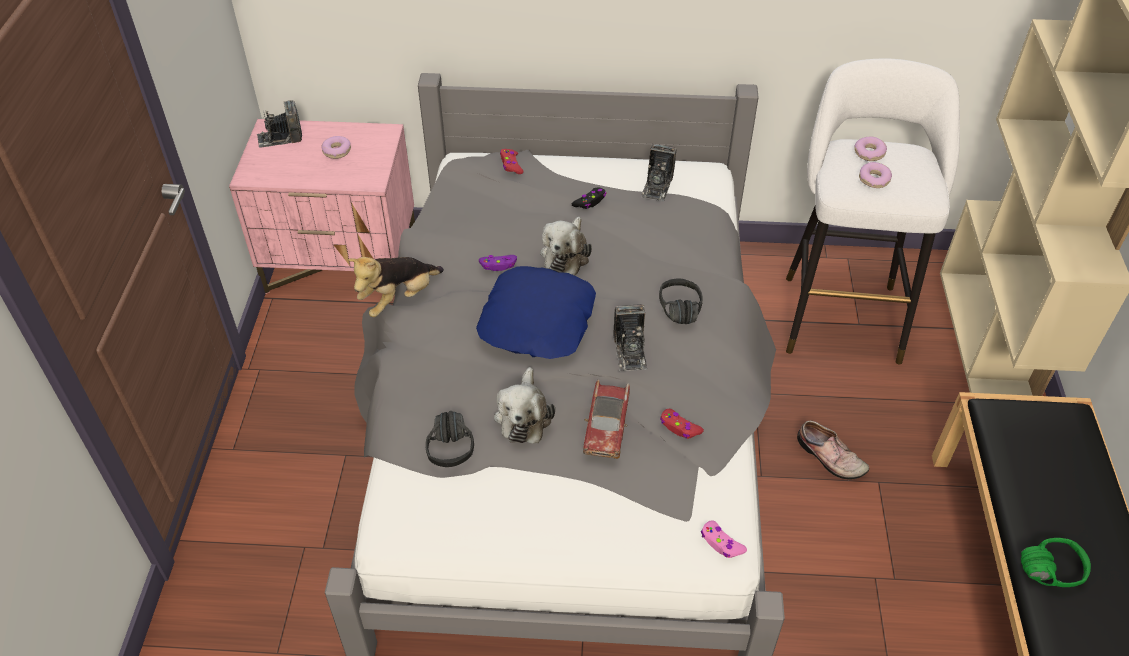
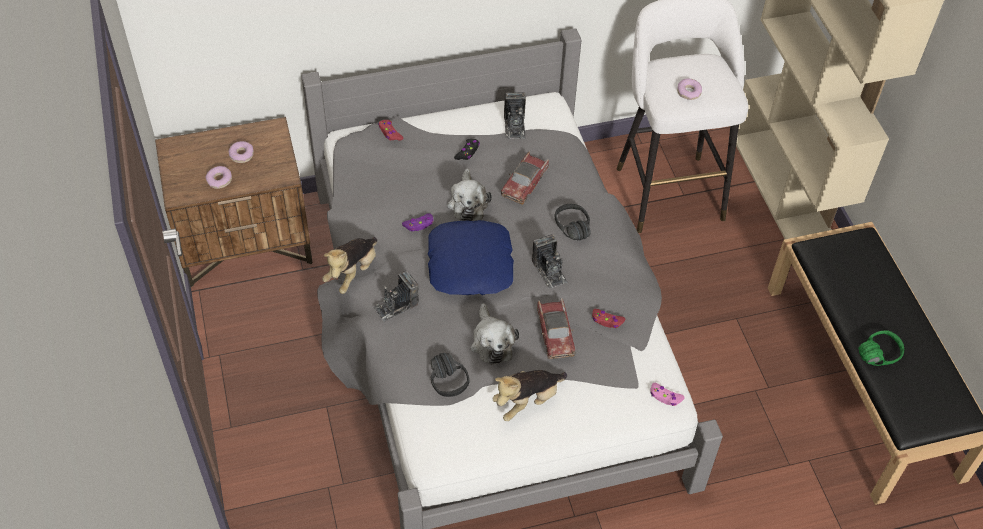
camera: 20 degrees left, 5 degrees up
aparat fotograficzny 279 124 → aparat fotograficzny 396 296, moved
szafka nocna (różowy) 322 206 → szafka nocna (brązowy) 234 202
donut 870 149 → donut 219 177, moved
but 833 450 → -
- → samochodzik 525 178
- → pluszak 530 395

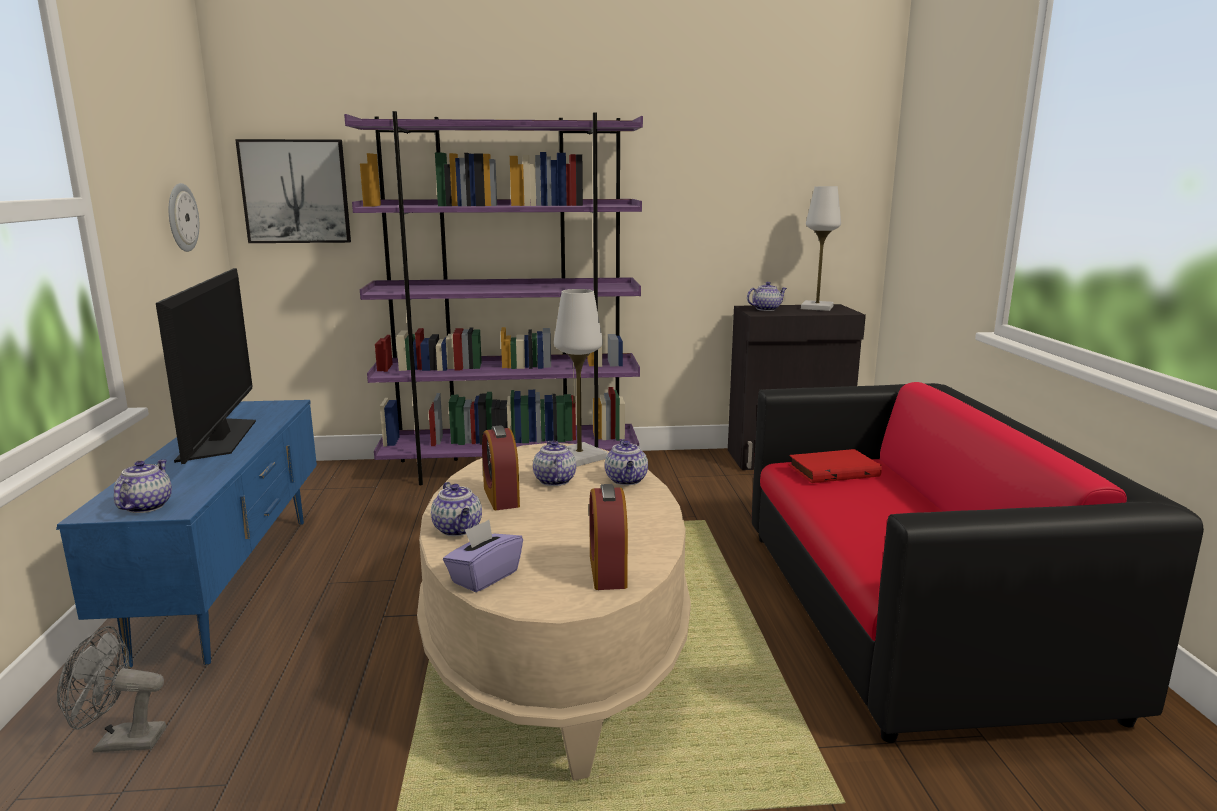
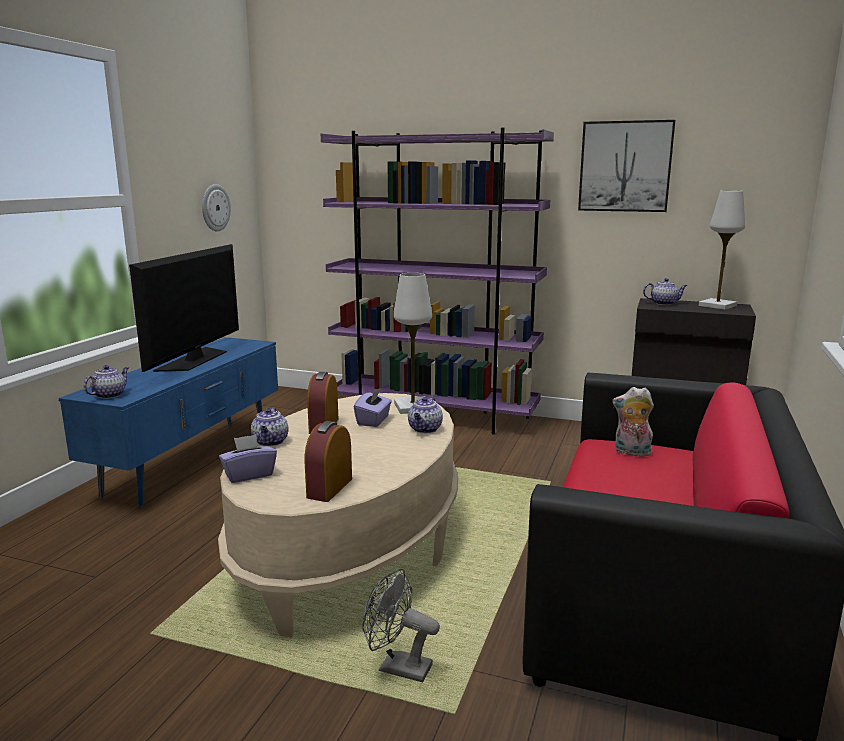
camera: 25 degrees right, 0 degrees up
obraz 293 191 → obraz 626 166, moved
imbryk 554 463 → pudełko chusteczek (fioletowy) 373 407
książka (czerwony) 835 466 → pluszak 633 422
wentylator (szary) 111 689 → wentylator (szary) 401 625, moved

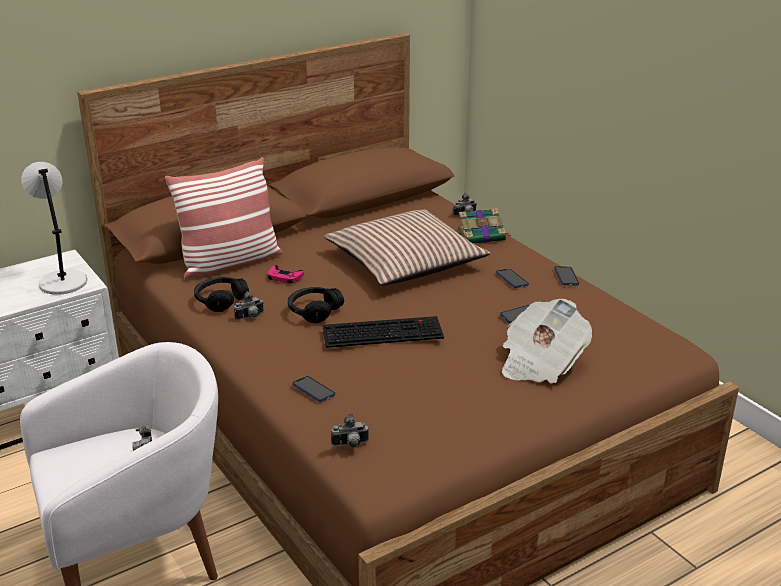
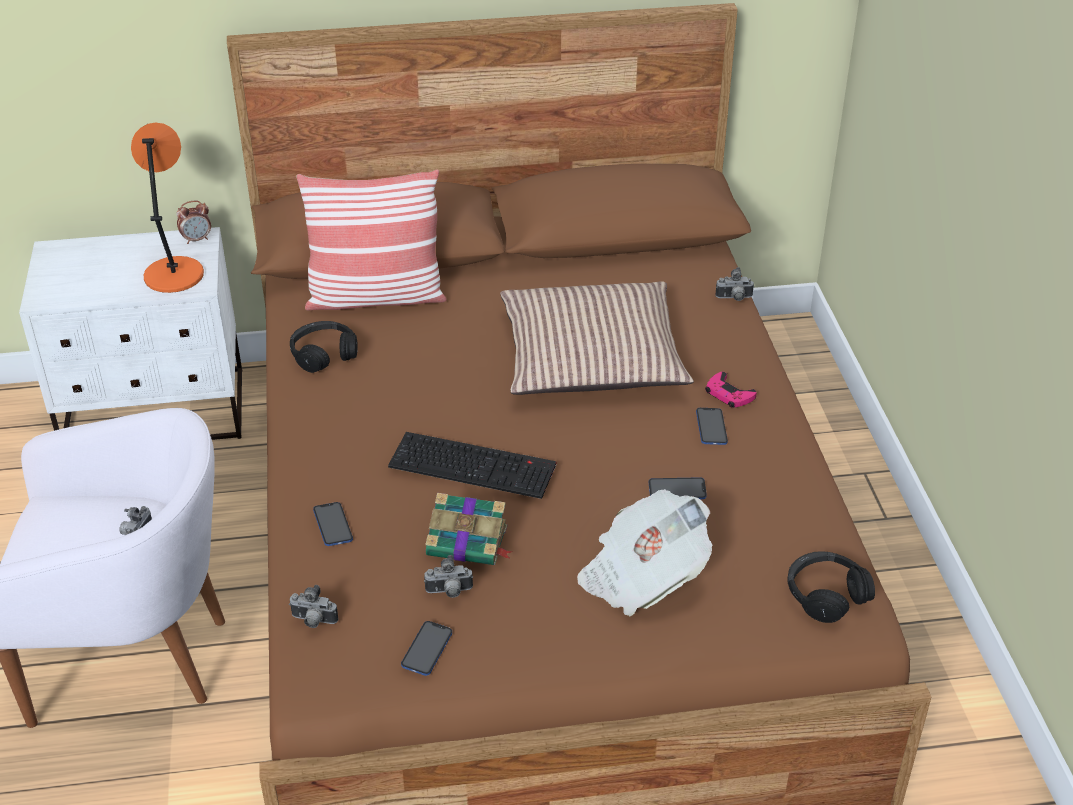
camera: 25 degrees right, 10 degrees up
lampa stołowa (szary) 54 228 → lampa stołowa (pomarańczowy) 167 207
książka 484 226 → książka 468 529, moved
pad do gier (różowy) 286 274 → pad do gier (różowy) 731 389, moved
telefon 566 276 → telefon 426 648, moved
słuchawki (czarny) 316 305 → słuchawki (czarny) 831 587, moved
aparat fotograficzny 249 305 → aparat fotograficzny 448 576, moved
- → budzik 193 222

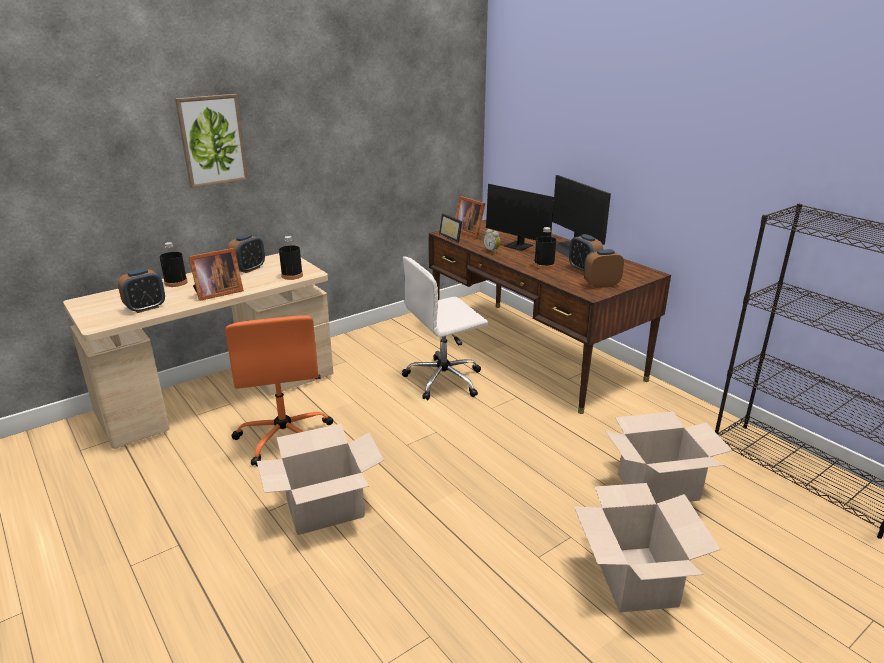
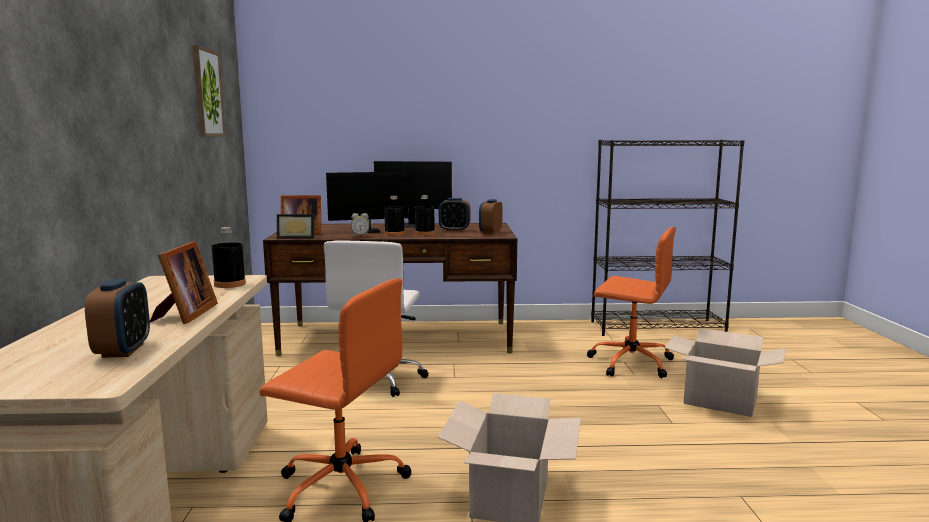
camera: 55 degrees left, 15 degrees down
obraz 212 141 → obraz 209 91, moved
budzik 246 253 → -
butelka (czarny) 174 264 → butelka (czarny) 394 216, moved
karton 668 458 → krzesło biurowe (pomarańczowy) 631 302

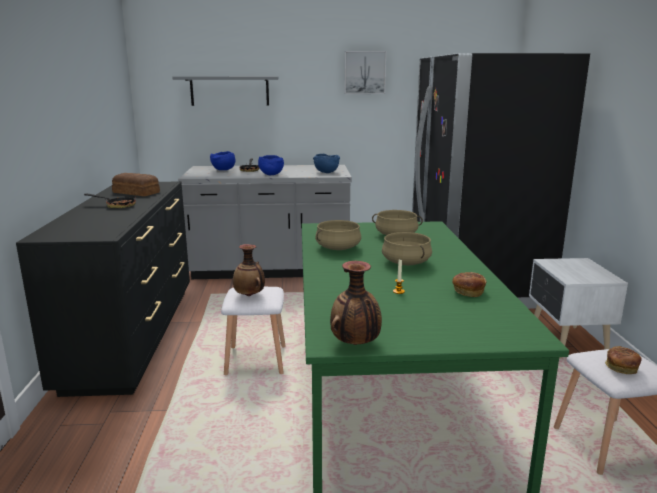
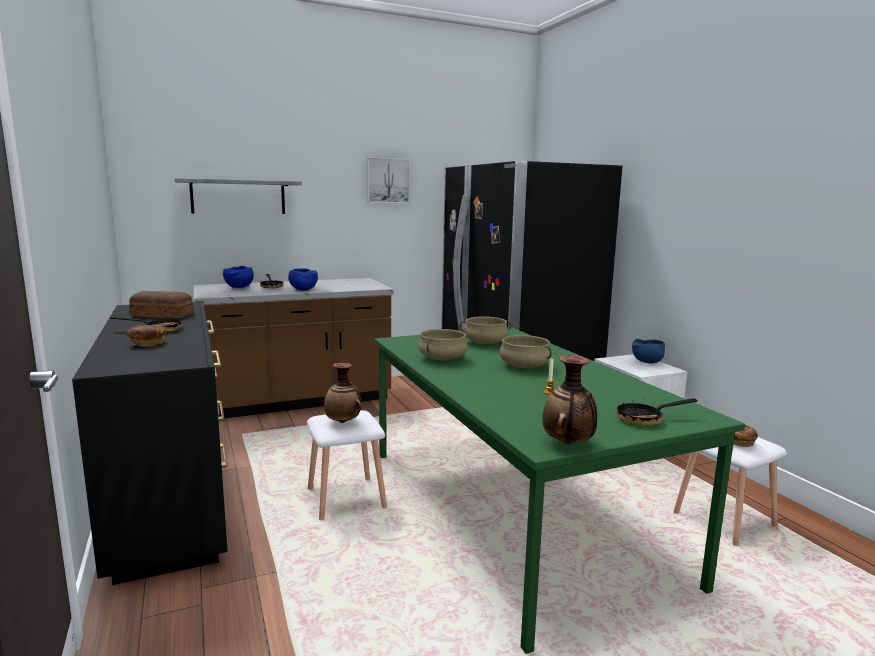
camera: 20 degrees left, 5 degrees down
miska (niebieski) 326 163 → miska (niebieski) 648 351, moved
zabudowa kuchenna (szary) 265 222 → zabudowa kuchenna (brązowy) 293 348
chleb 469 284 → chleb 146 336, moved
- → patelnia 657 412

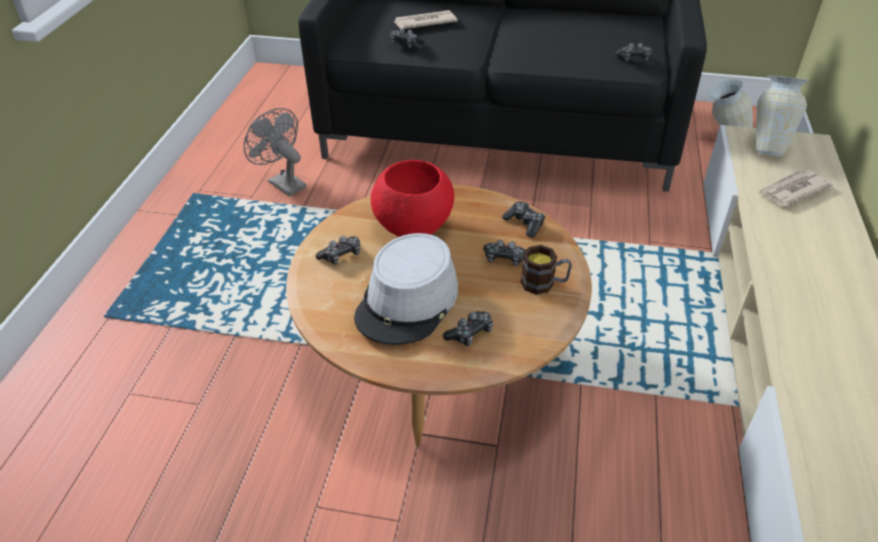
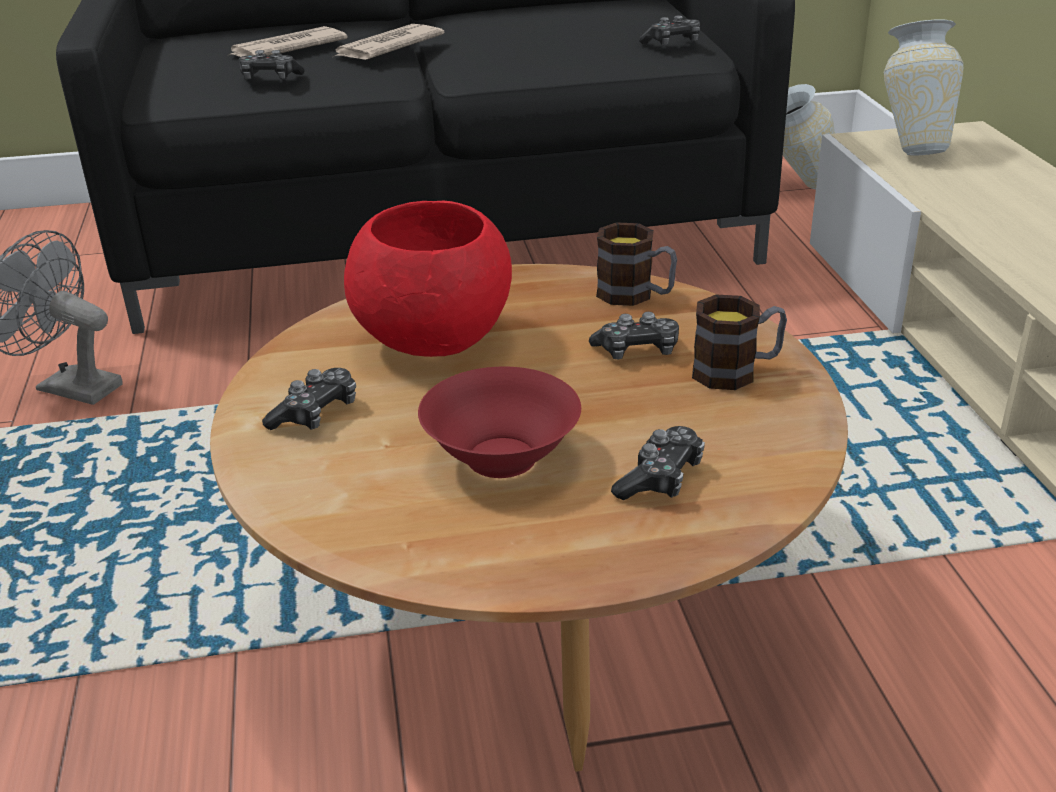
camera: 20 degrees left, 10 degrees down
gazeta 795 188 → gazeta 388 42, moved
pad do gier 523 220 → kubek 636 264
kapelusz (szary) 406 289 → miska (czerwony) 499 422

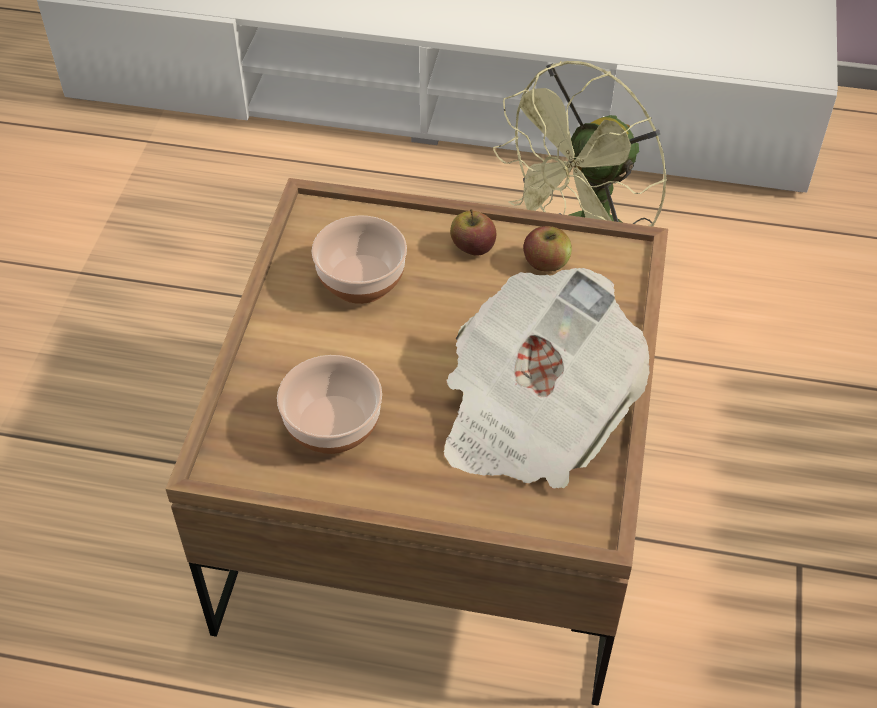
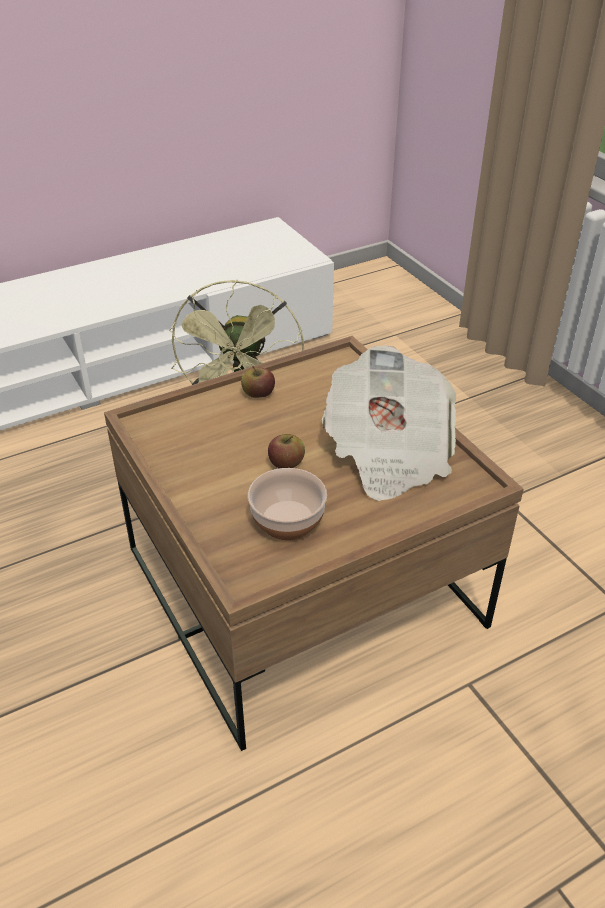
camera: 40 degrees left, 10 degrees down
miska 359 259 → -
jabłko 547 249 → jabłko 286 451, moved

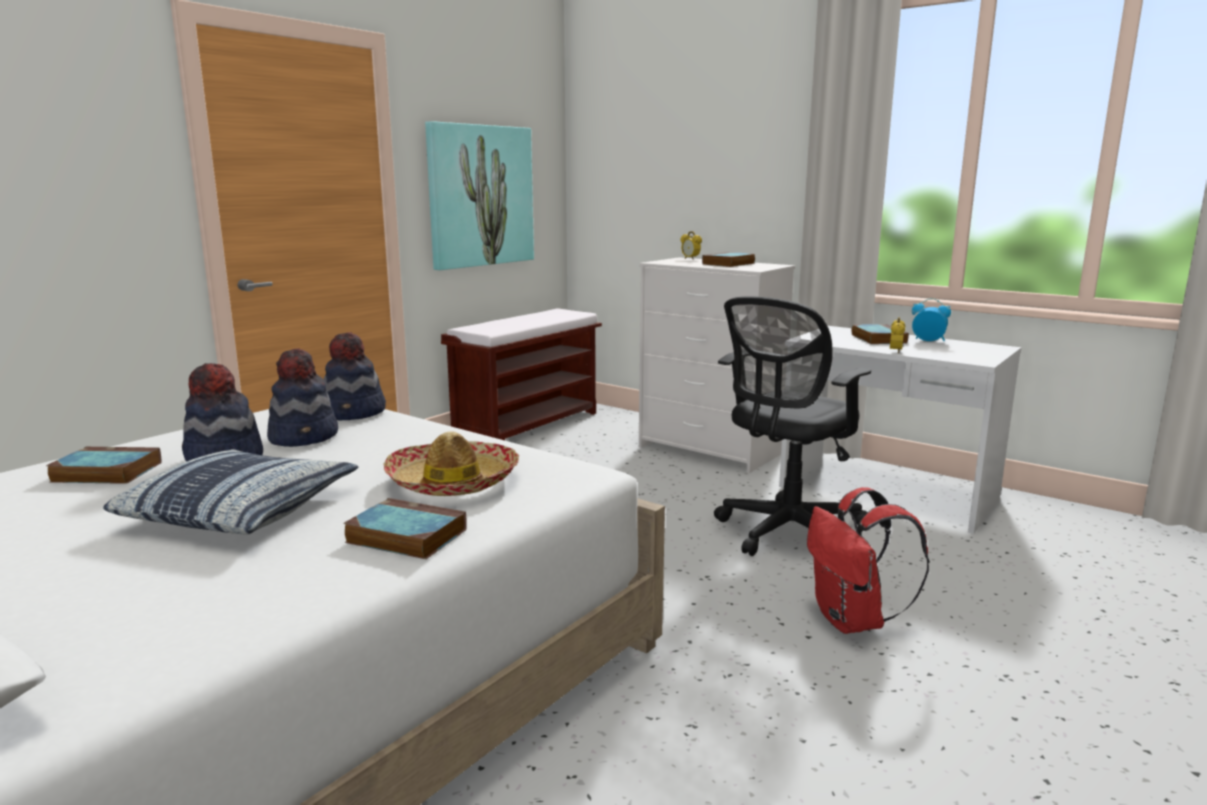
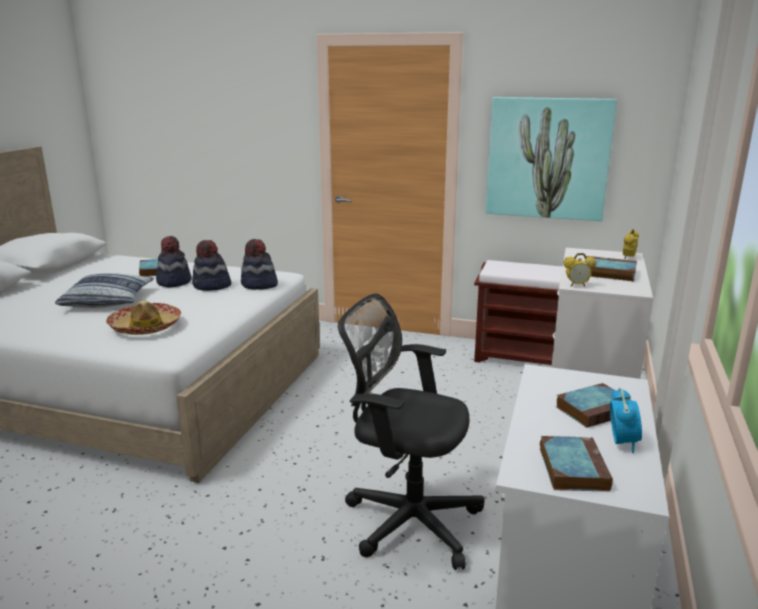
camera: 70 degrees right, 5 degrees up
budzik 897 335 → budzik 579 269, moved
plecak (czerwony) 868 560 → -
książka 405 528 → książka 576 464, moved

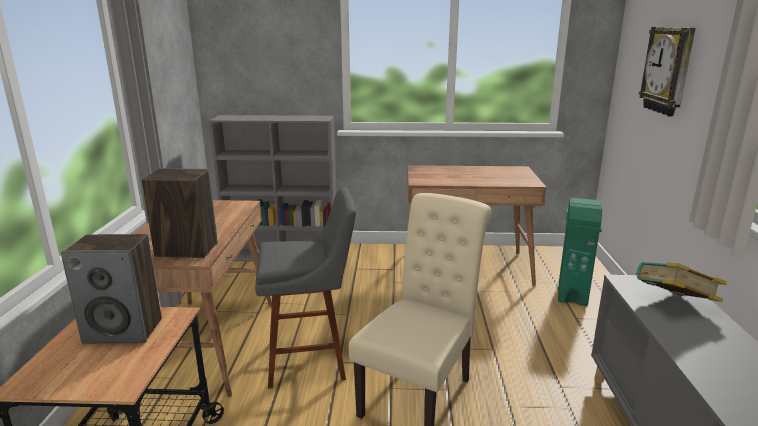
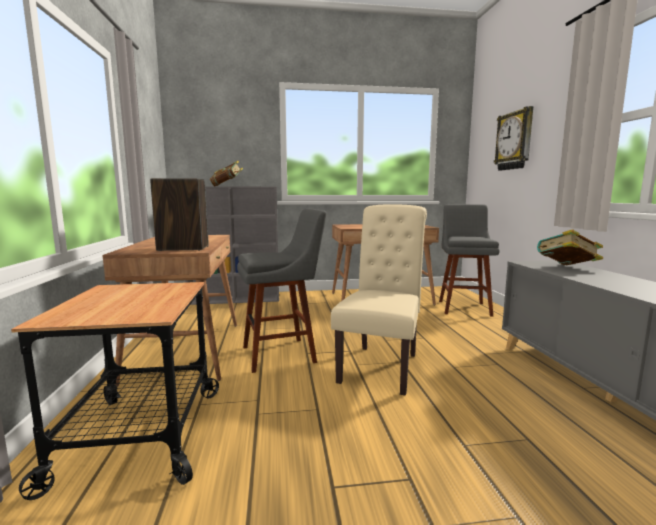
camera: 10 degrees left, 10 degrees down
kosz na śmieci (zielony) 580 252 → stołek (szary) 469 260
głośnik 111 289 → -
- → książka 226 173

